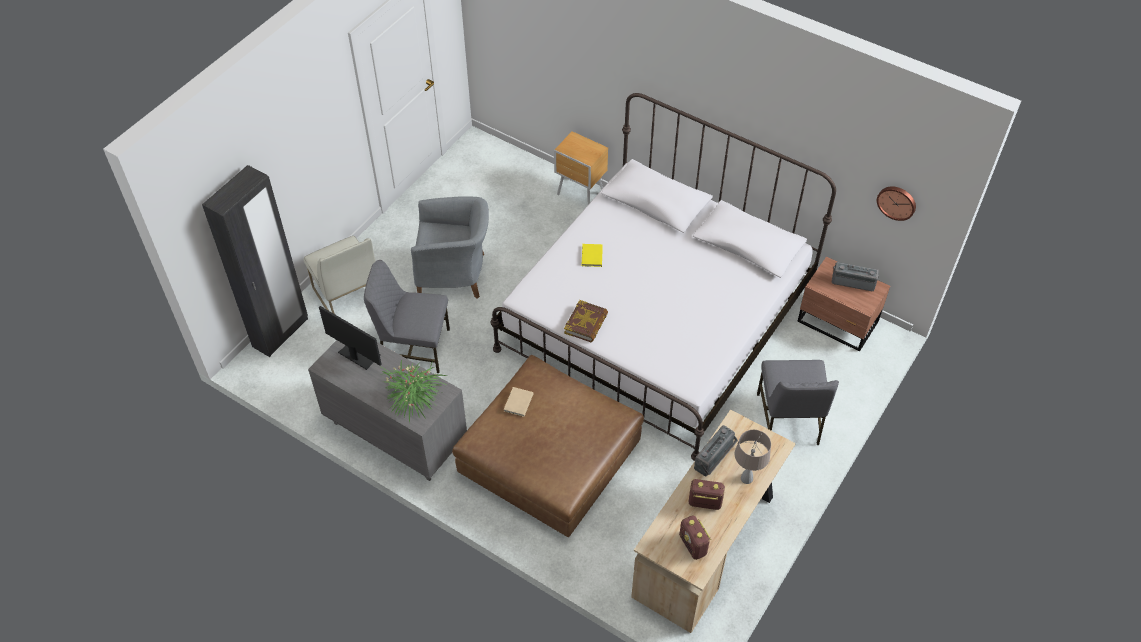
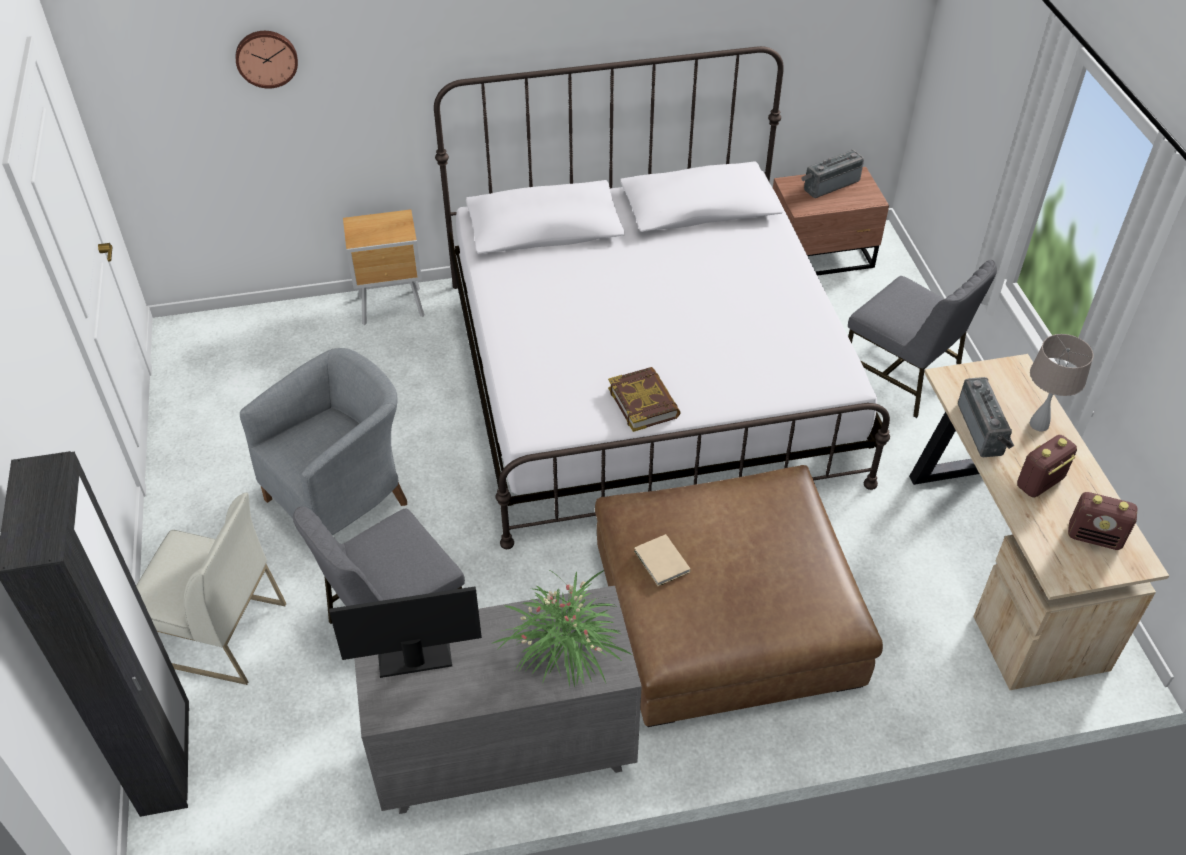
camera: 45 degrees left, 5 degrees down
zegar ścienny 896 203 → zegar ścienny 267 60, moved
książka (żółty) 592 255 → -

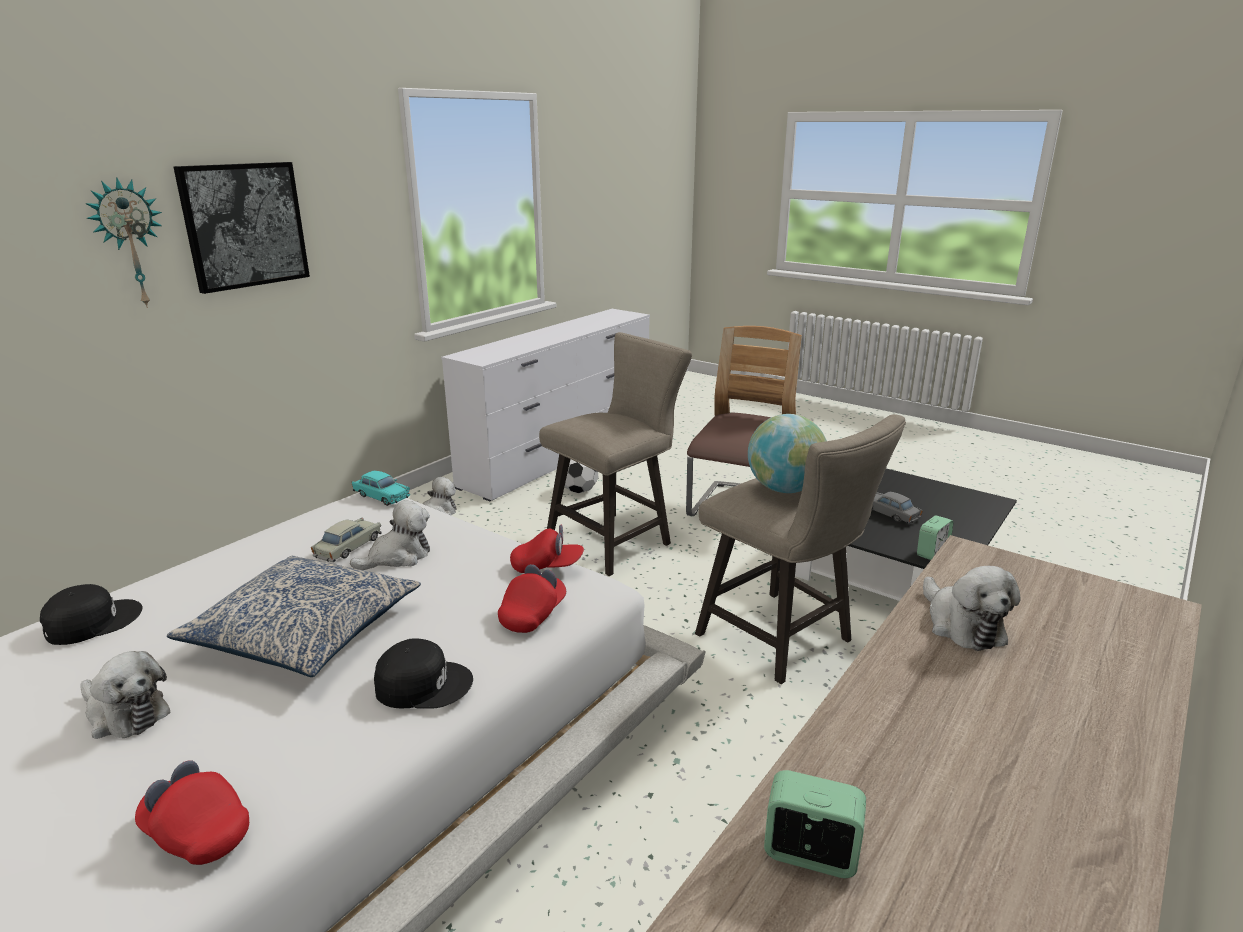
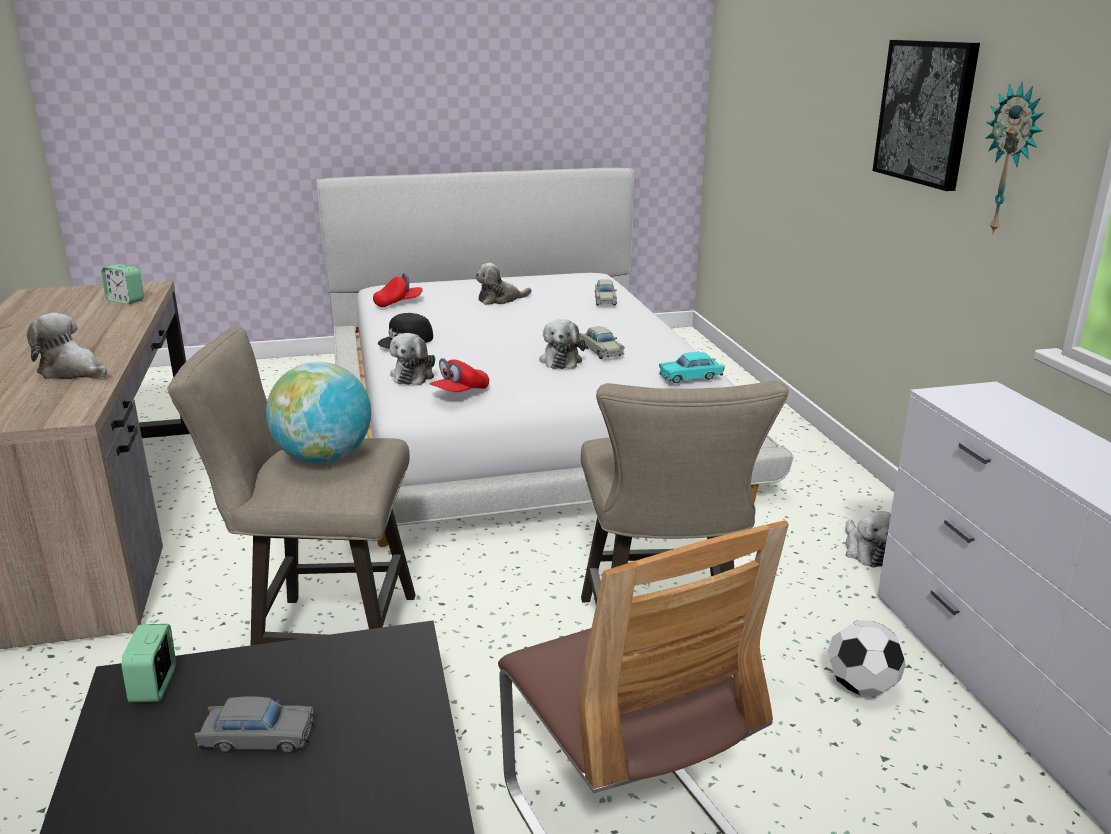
camera: 130 degrees right, 0 degrees up
zegar ścienny 123 242 → zegar ścienny 1015 158, moved
poduszka 294 616 → -
czapka z daszkiem (czerwony) 532 598 → pluszak 412 359
czapka z daszkiem (czarny) 91 614 → samochodzik (beżowy) 606 292
budzik 815 824 → budzik 122 284, 60 degrees clockwise

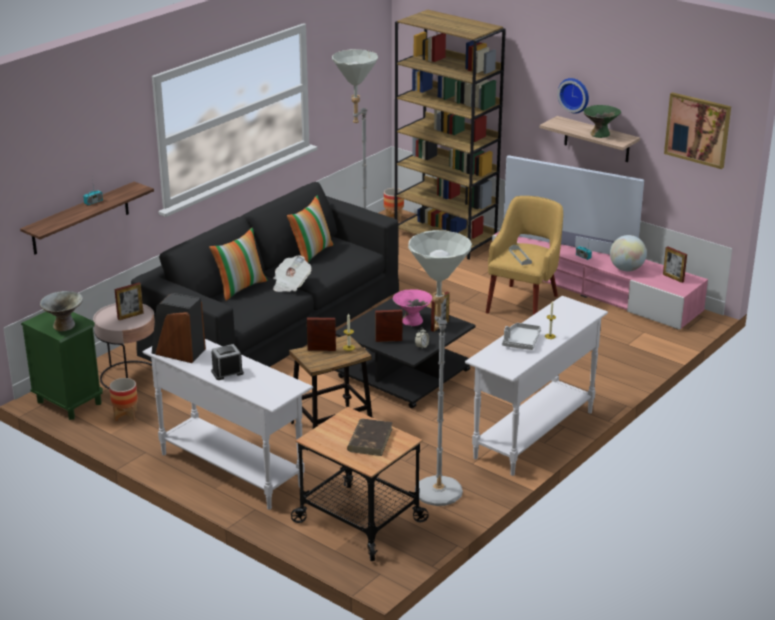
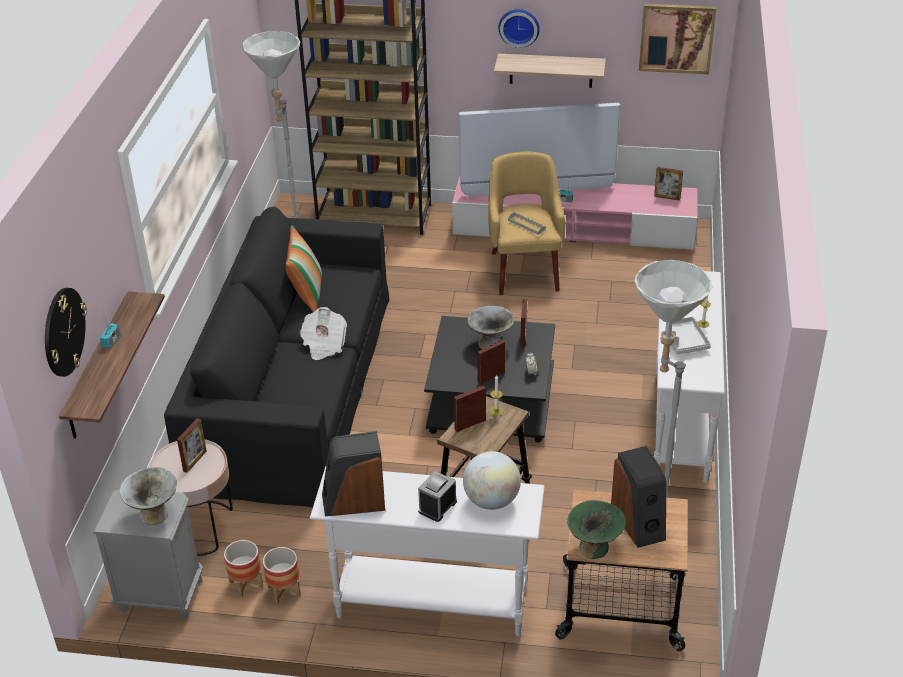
camera: 30 degrees left, 10 degrees up
miska (zielony) 602 121 → miska (zielony) 596 529, moved
donica 394 204 → donica 282 575, moved
poduszka 238 264 → -
globus 628 253 → globus 492 480, moved
miska (różowy) 412 307 → miska (szary) 490 327
szafka nocna (zielony) 62 366 → szafka nocna (szary) 148 554
książka (brązowy) 370 437 → głośnik 638 497
- → zegar ścienny 66 332

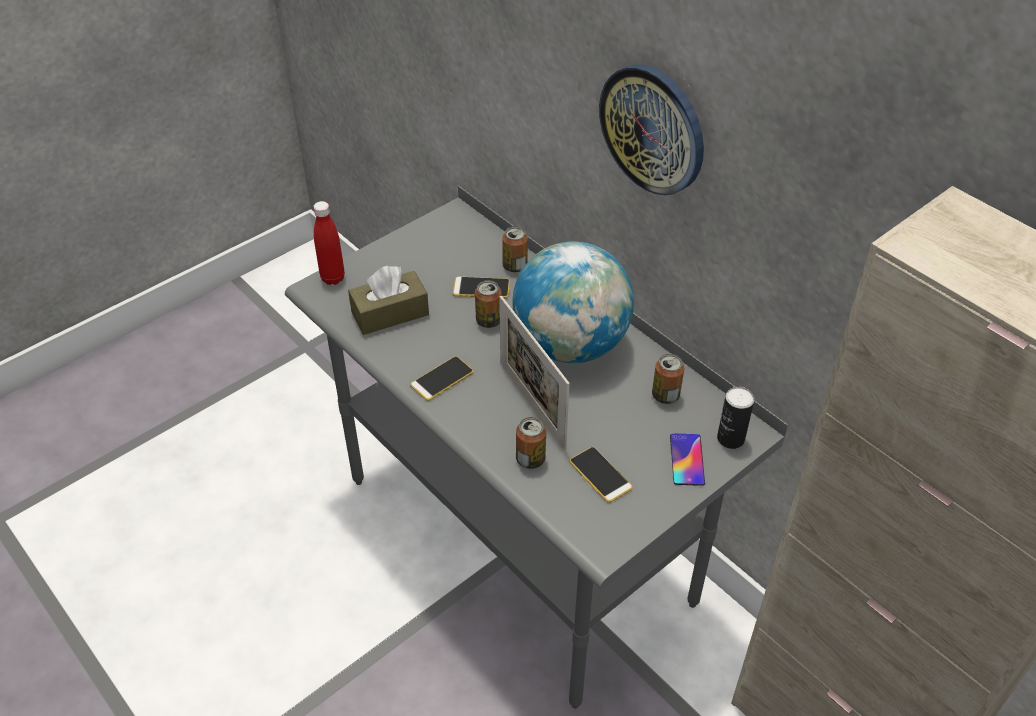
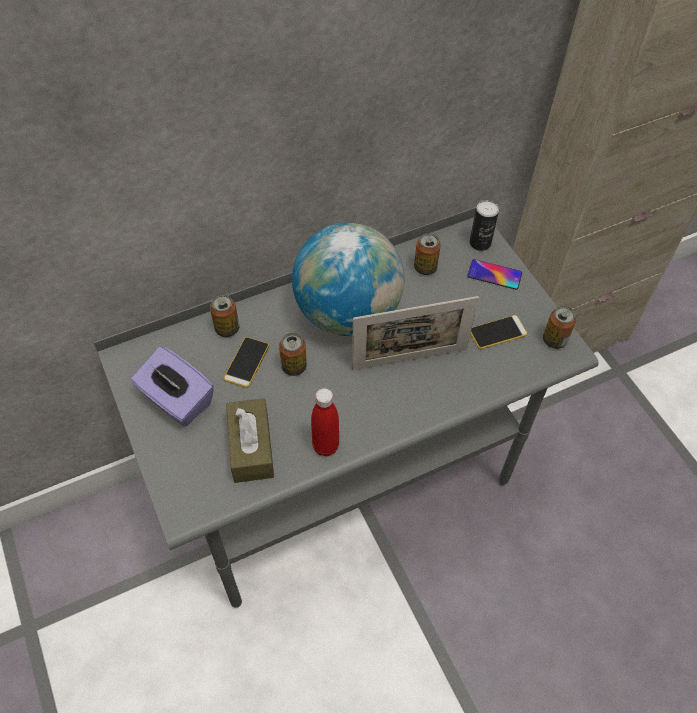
camera: 75 degrees left, 10 degrees up
zegar ścienny 651 129 → -
butelka (czerwony) 329 243 → butelka (czerwony) 325 422, moved
telefon 442 378 → -
puszka 531 443 → puszka 559 327, moved
- → pudełko chusteczek (fioletowy) 172 386

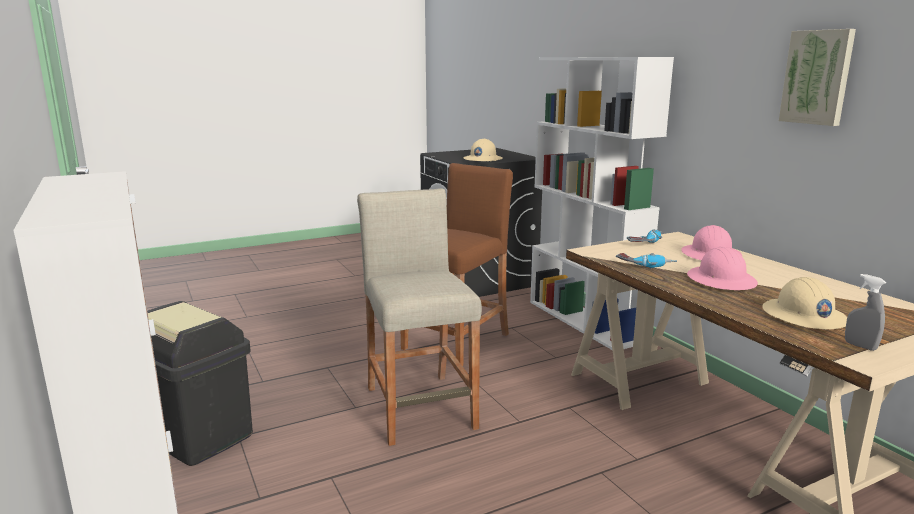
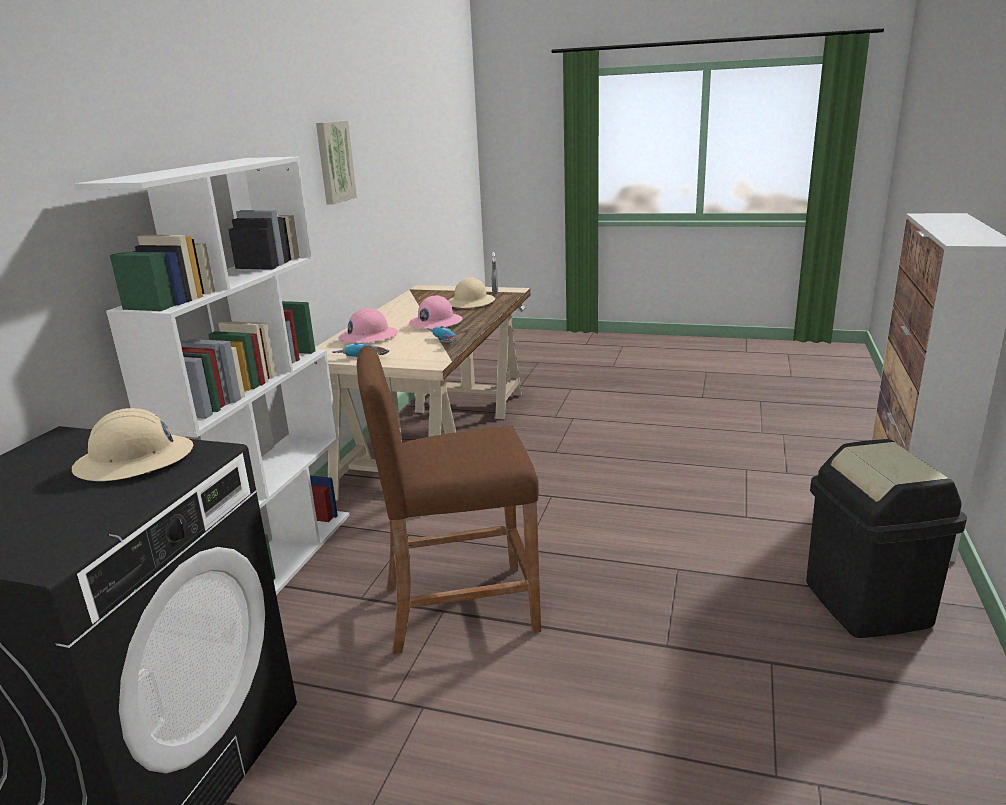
camera: 135 degrees left, 5 degrees up
stołek (beżowy) 419 317 → -

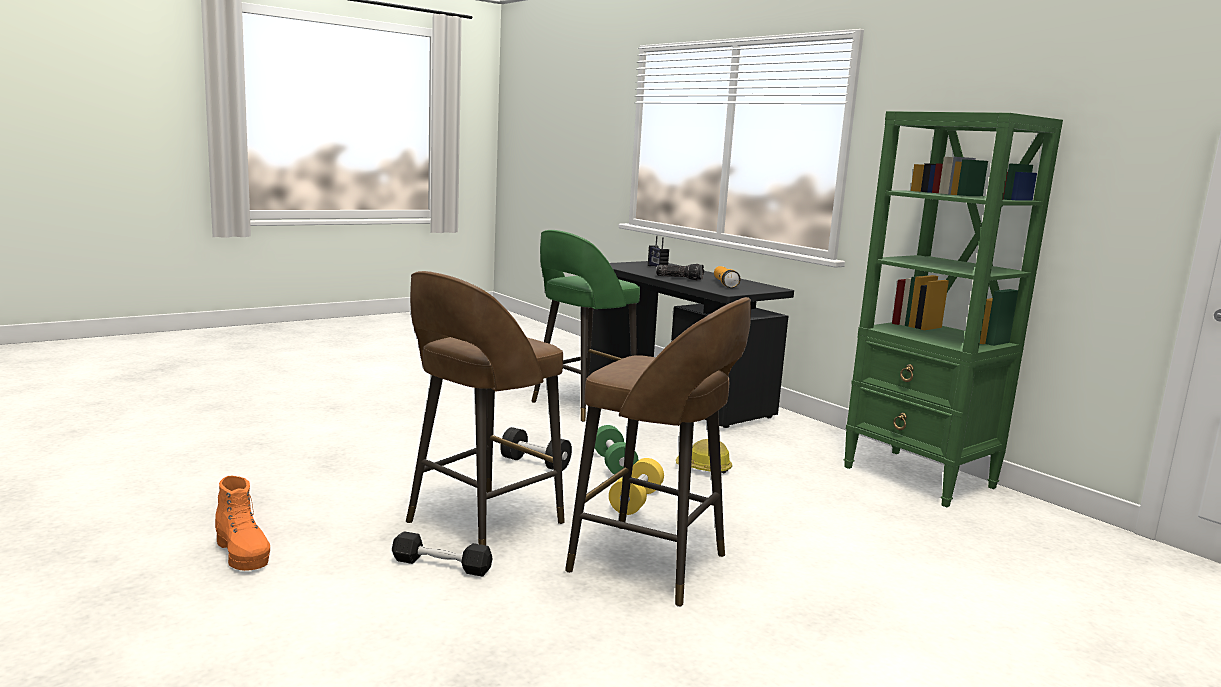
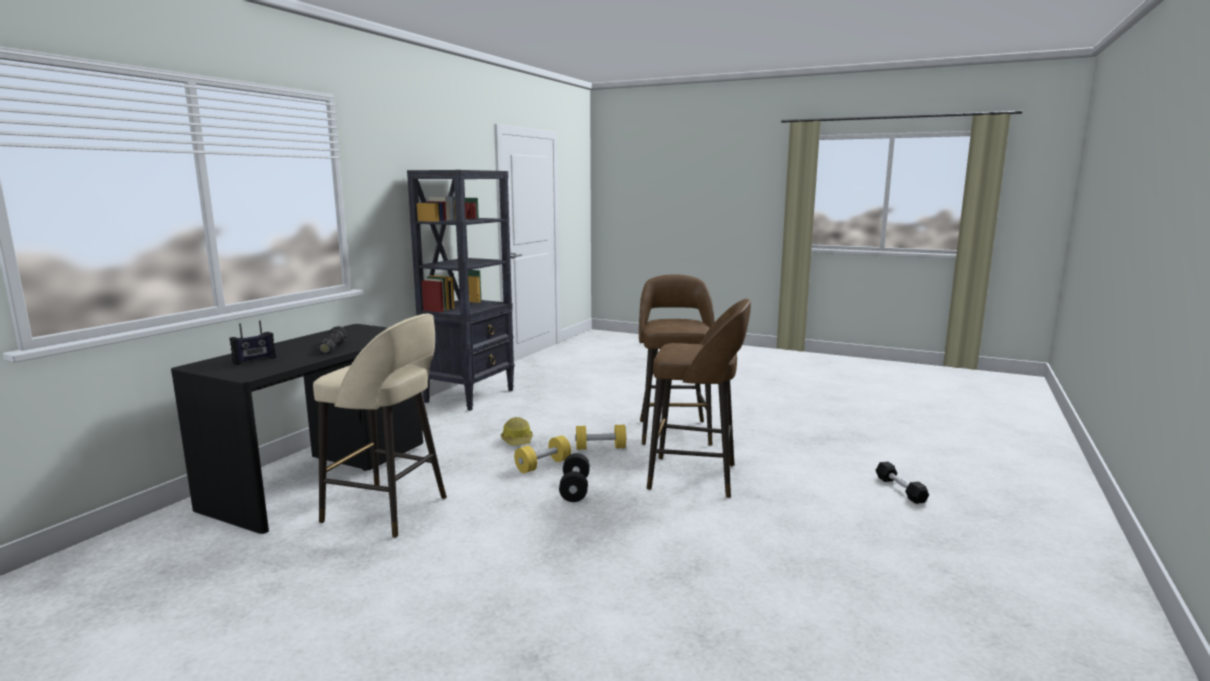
camera: 115 degrees left, 0 degrees up
regał (zielony) 953 309 → regał (czarny) 461 290
stołek (zielony) 585 326 → stołek (beżowy) 380 426
latarka 727 277 → -
hantel (zielony) 616 450 → hantel (żółty) 542 454
but z cholewką (pomarańczowy) 242 523 → -
hantel (czarny) 442 554 → hantel (czarny) 902 483, moved

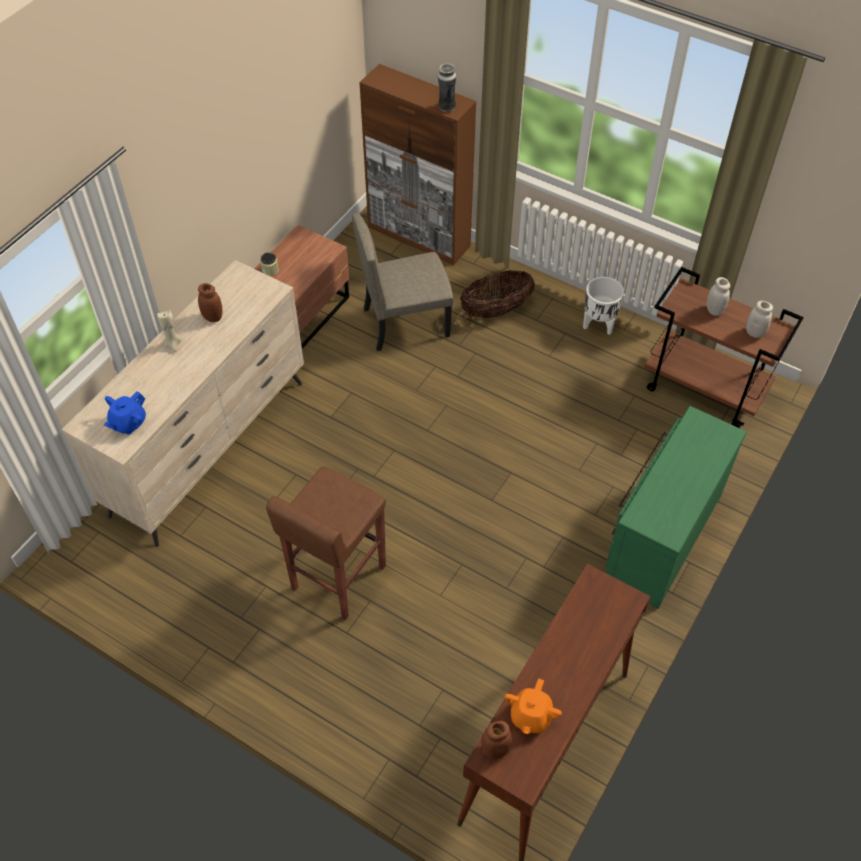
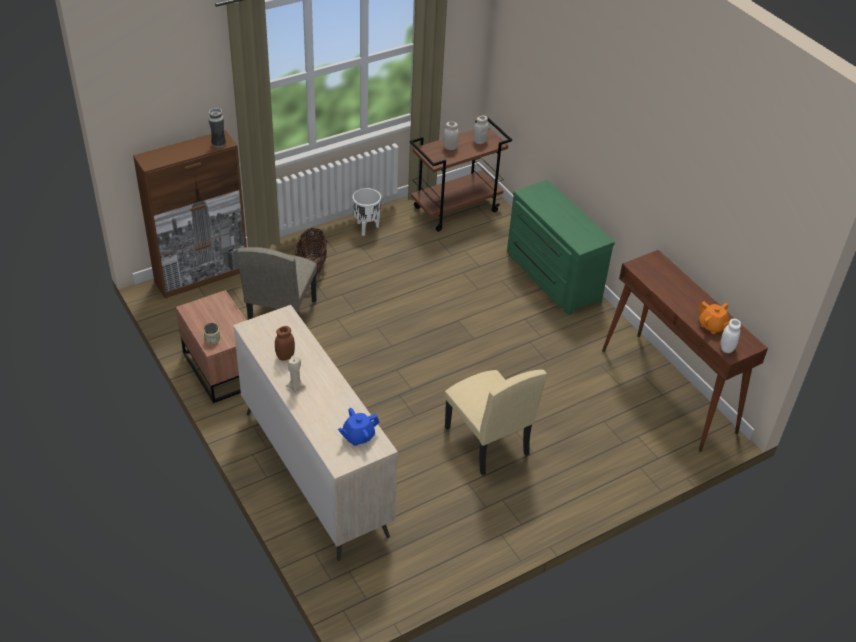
camera: 65 degrees left, 10 degrees down
imbryk (niebieski) 125 413 → imbryk (niebieski) 359 427, 90 degrees clockwise
stołek (brązowy) 326 543 → krzesło (beżowy) 496 422
słoik (brązowy) 496 740 → słoik (biały) 731 336

